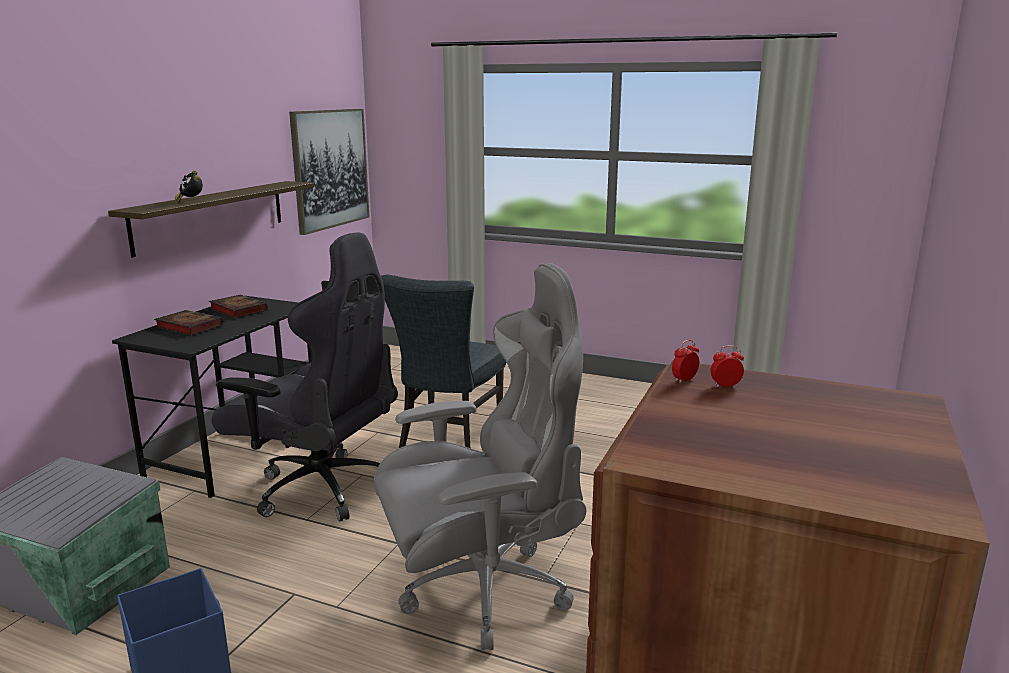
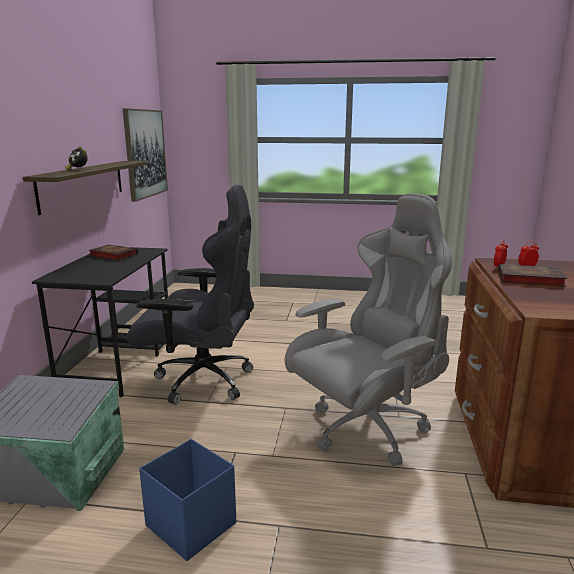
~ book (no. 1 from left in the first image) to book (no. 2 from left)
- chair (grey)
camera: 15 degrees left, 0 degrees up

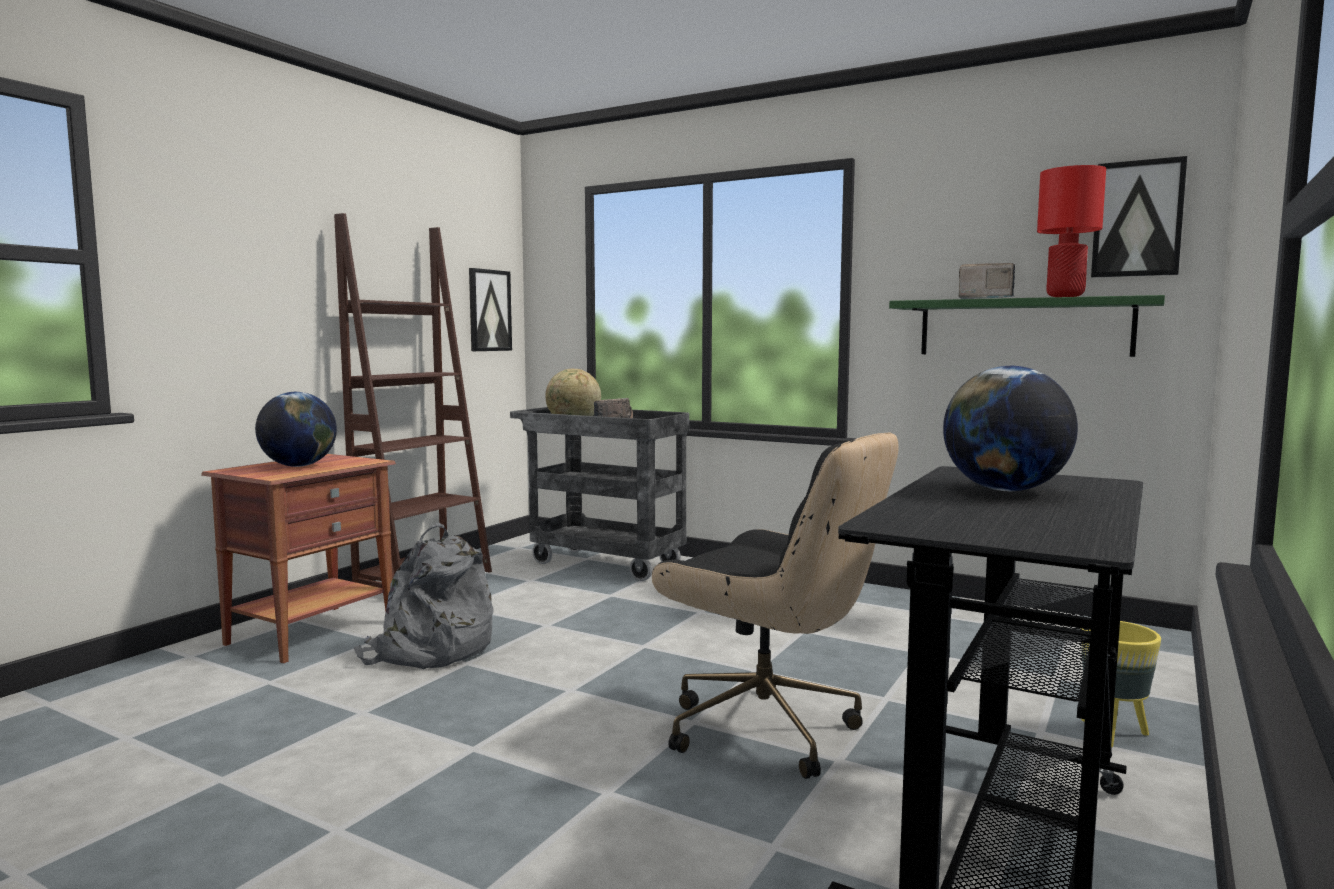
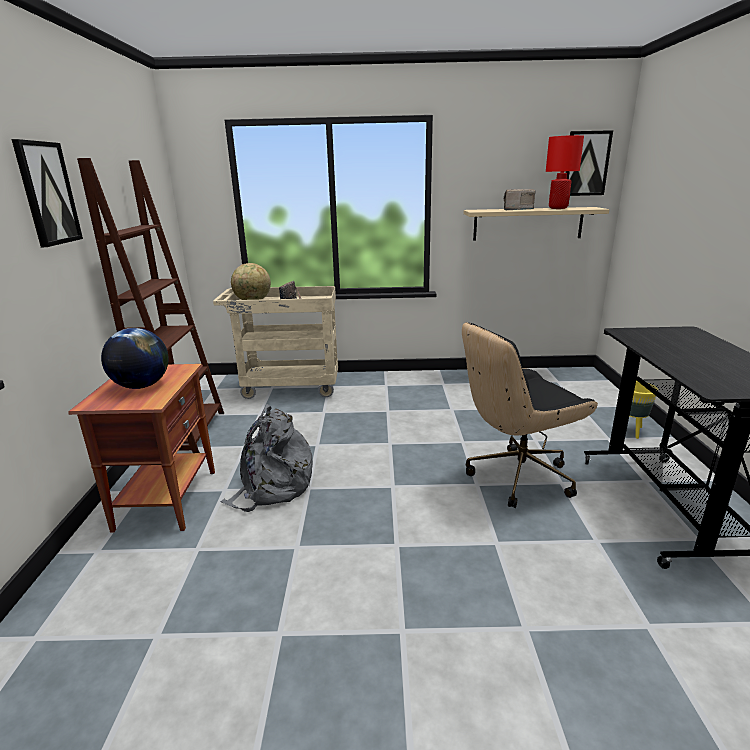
~ picture (no. 1 from left)
~ cart (black) to cart (beige)
~ office chair (black) 150 degrees clockwise
~ shelf (green) to shelf (beige)
- globe (no. 3 from left)
camera: 30 degrees left, 15 degrees up

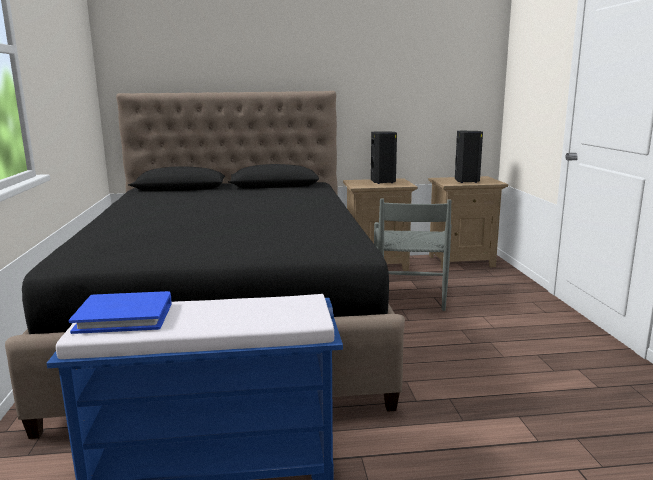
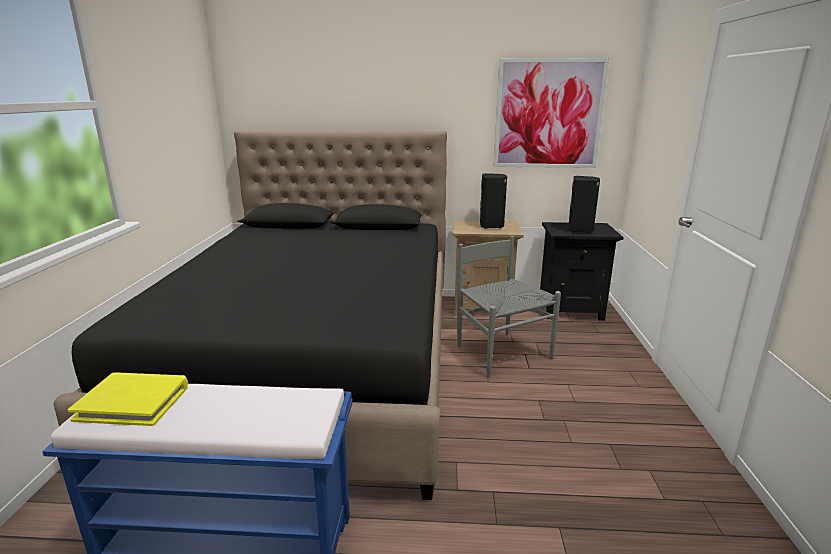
~ book (blue) to book (yellow)
~ chair (grey) 135 degrees clockwise
+ picture
~ nightstand (beige) (no. 2 from left) to nightstand (black)
camera: 10 degrees right, 5 degrees up

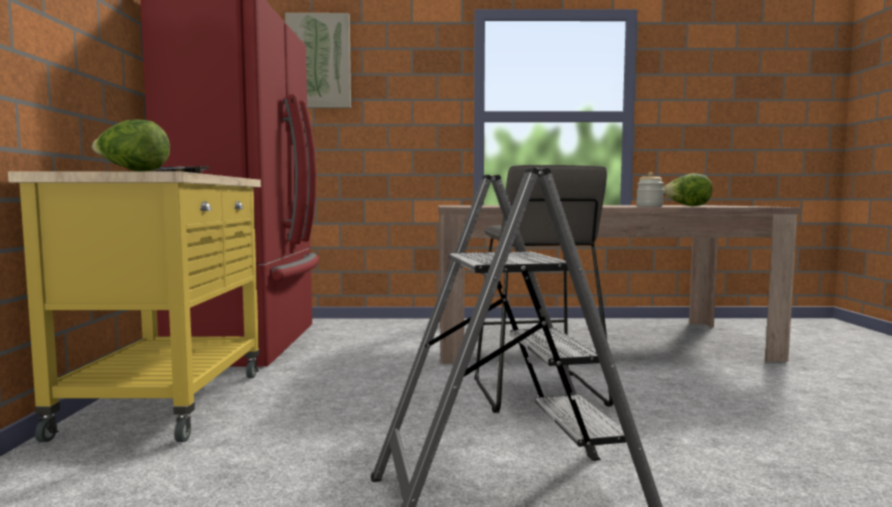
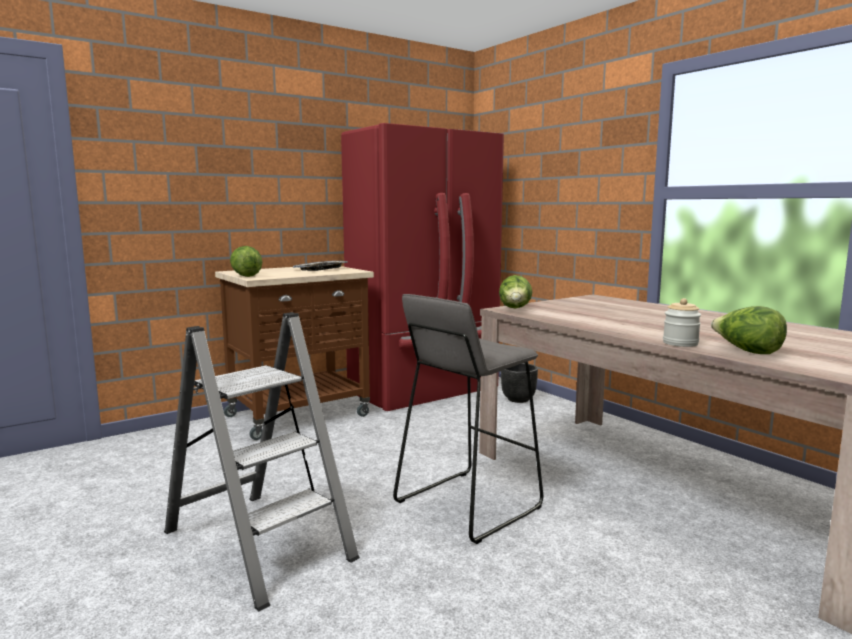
~ cart (yellow) to cart (brown)
+ lettuce (no. 2 from left)
+ planter (black)
- picture
camera: 55 degrees right, 5 degrees up

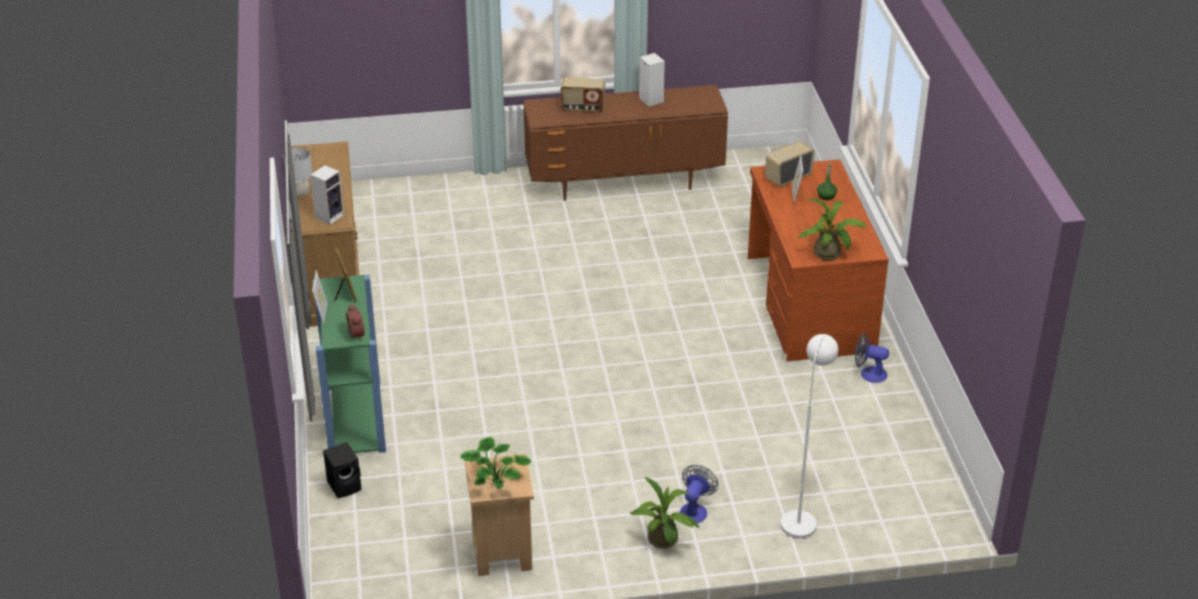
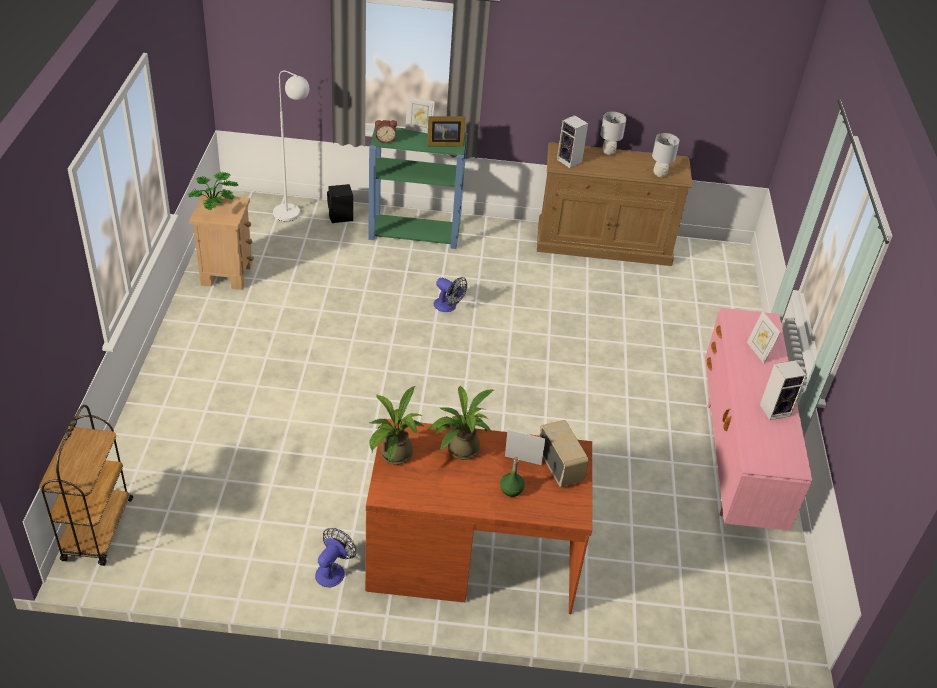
+ cart (brown)
~ floor lamp (white)
~ potted plant (no. 2 from left in the first image) to potted plant (no. 3 from left)
~ fan (no. 1 from left in the first image) to fan (no. 2 from left)
+ table lamp (grey) (no. 2 from left)
~ dresser (brown) to dresser (pink)
~ radio (no. 1 from left) to picture frame (no. 4 from left)
camera: 100 degrees right, 5 degrees up

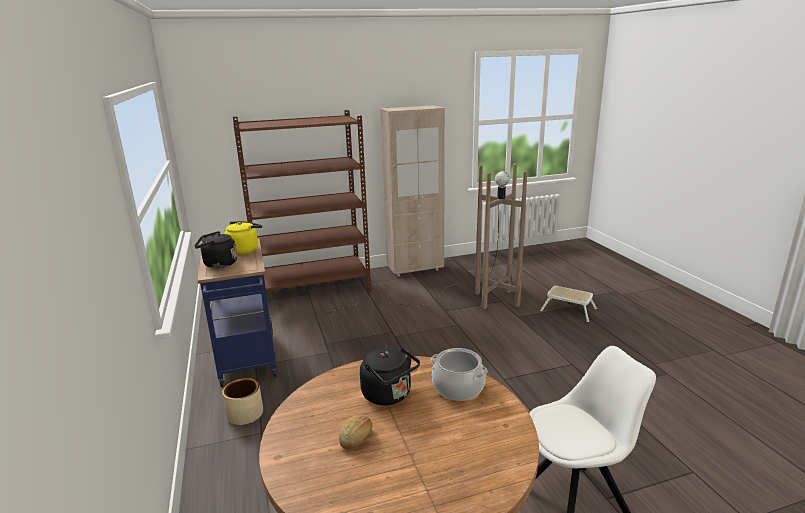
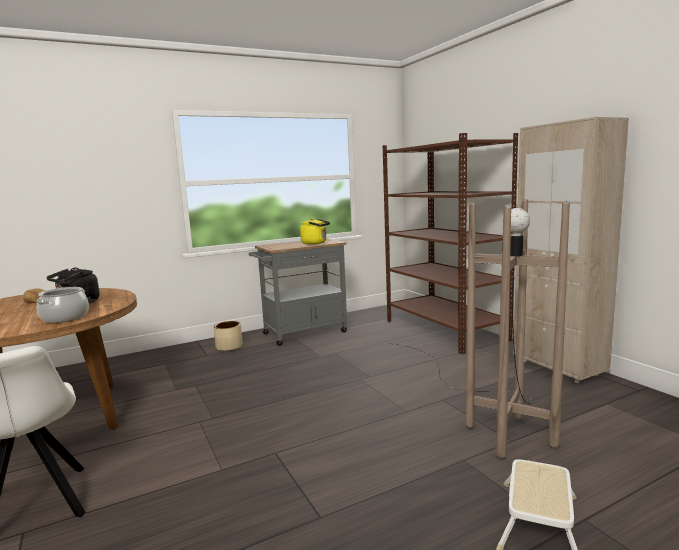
~ cart (blue) to cart (grey)
- kettle (black) (no. 1 from left)
camera: 80 degrees right, 10 degrees down

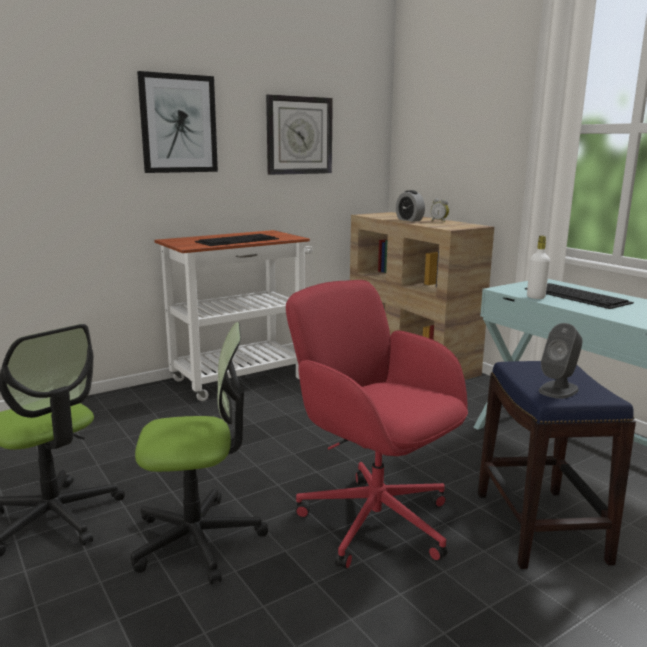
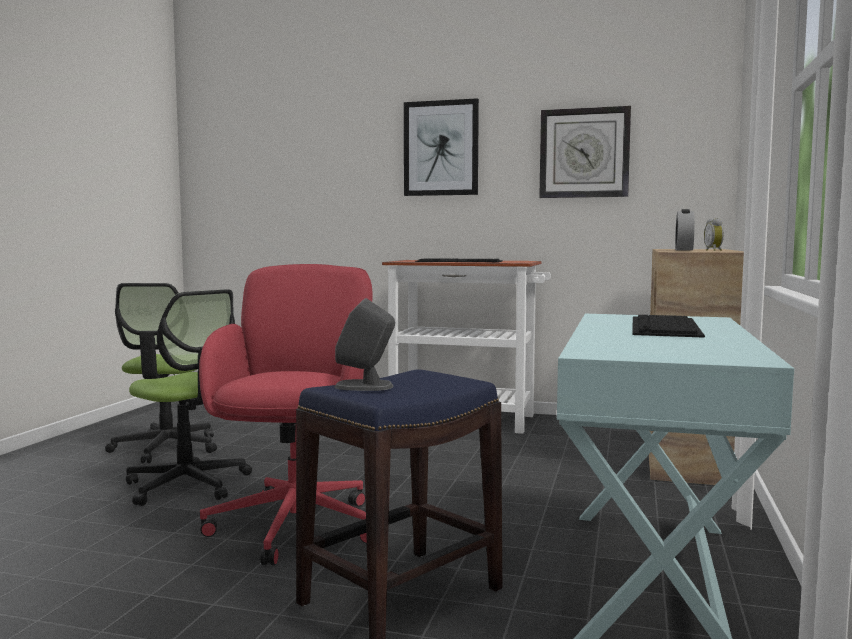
- bottle (white)
camera: 50 degrees right, 10 degrees down

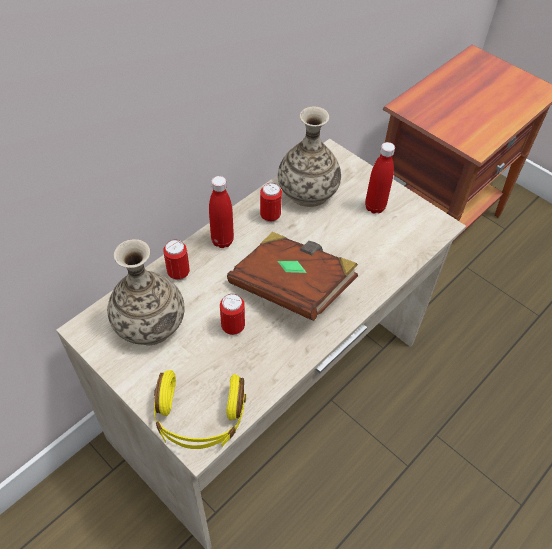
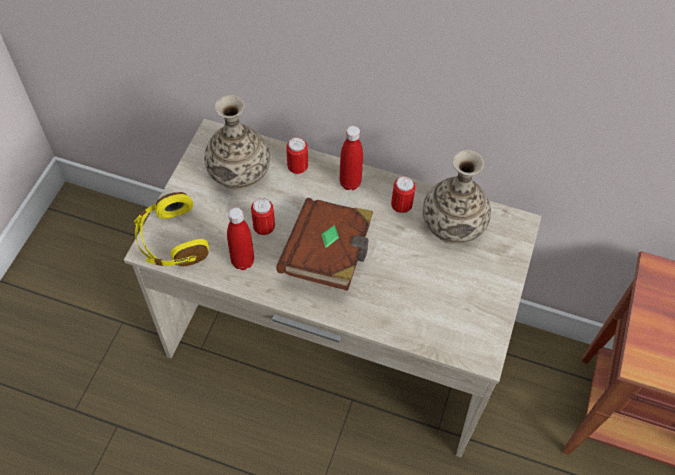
~ bottle (red) (no. 2 from left in the first image) to bottle (red) (no. 1 from left)
camera: 65 degrees right, 5 degrees up

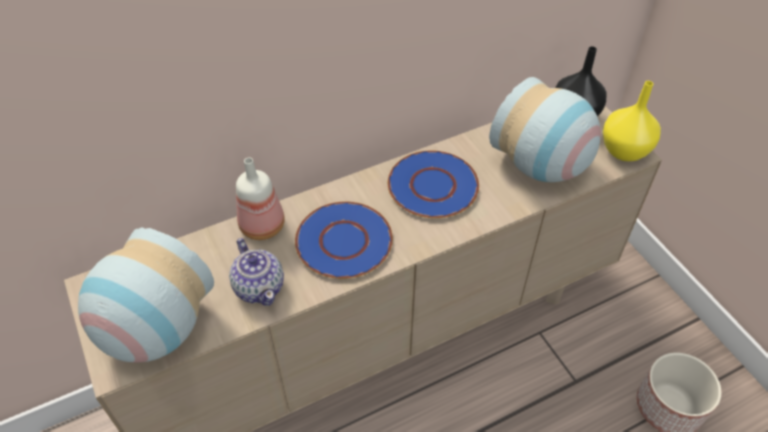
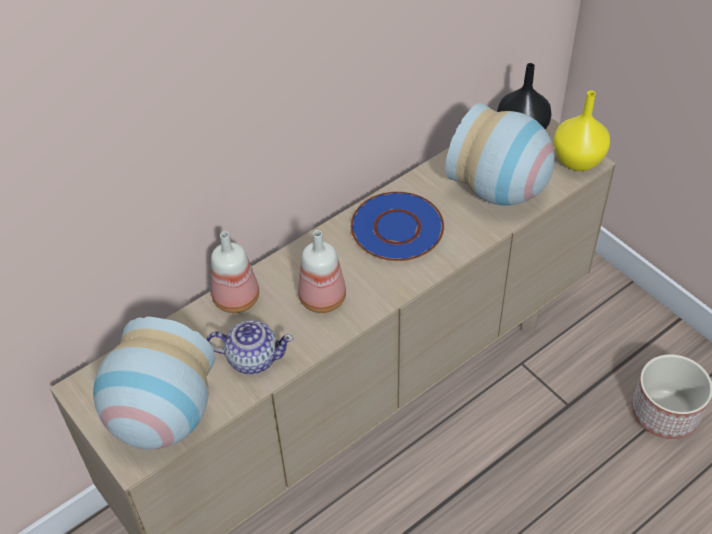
~ teapot 45 degrees counterclockwise
~ plate (blue) (no. 1 from left) to bottle (no. 2 from left)
camera: 10 degrees left, 0 degrees up

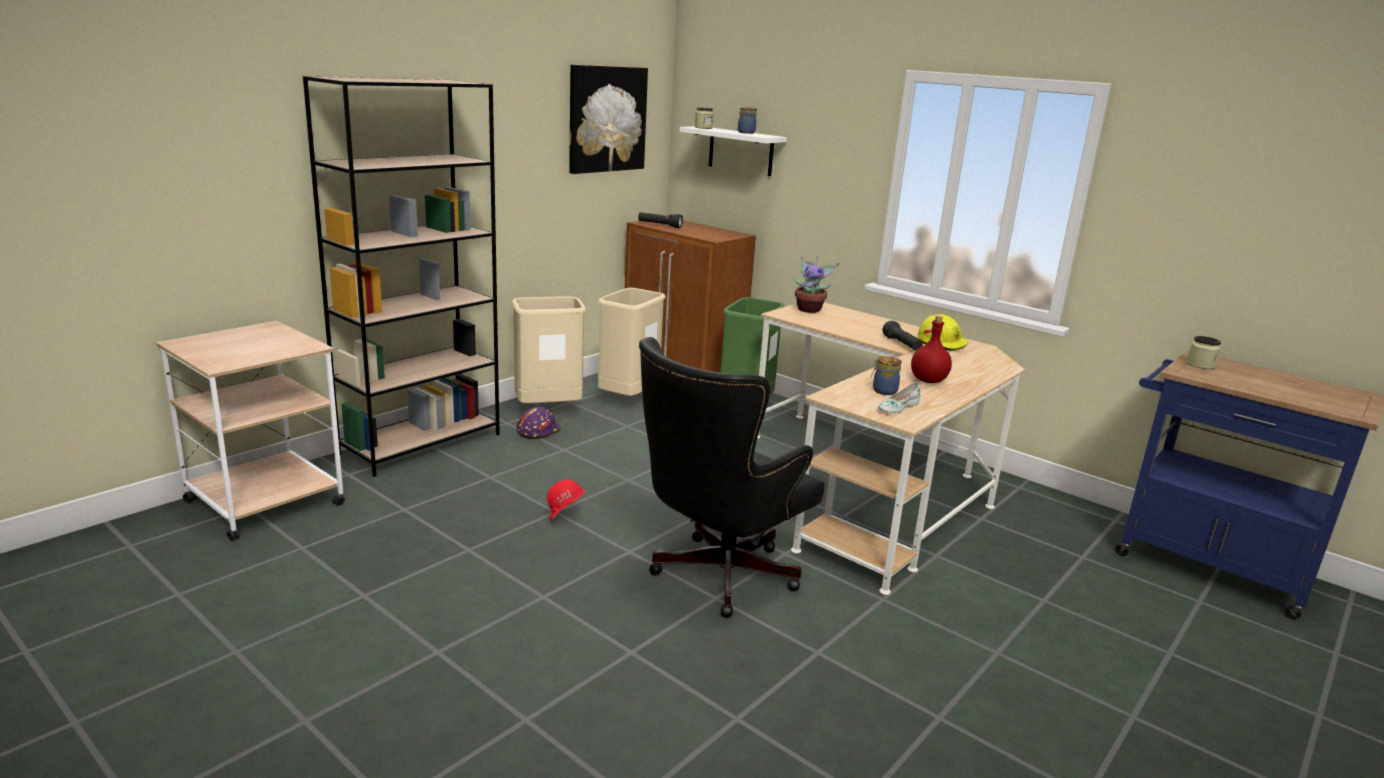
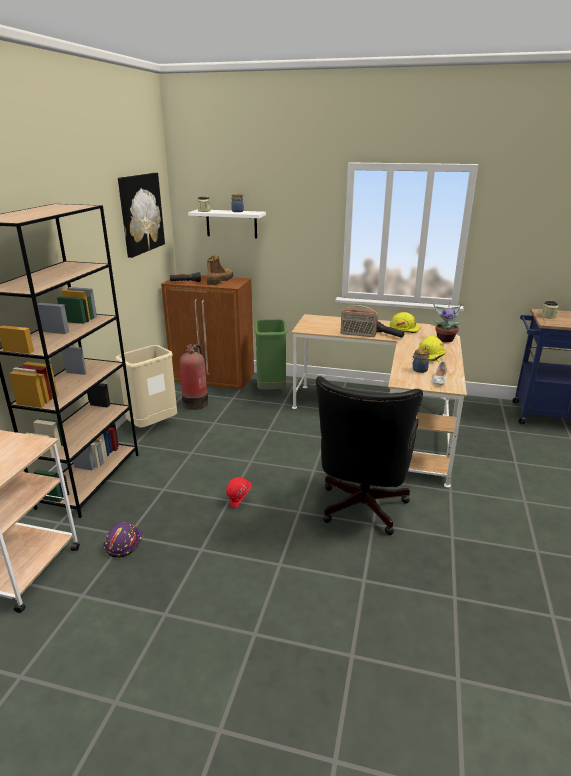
~ hard hat (purple)
~ trash can (beige) (no. 2 from left) to fire extinguisher
+ boot
+ radio
~ bottle (red) to hard hat (yellow) (no. 2 from left)
~ potted plant
camera: 25 degrees left, 5 degrees up

